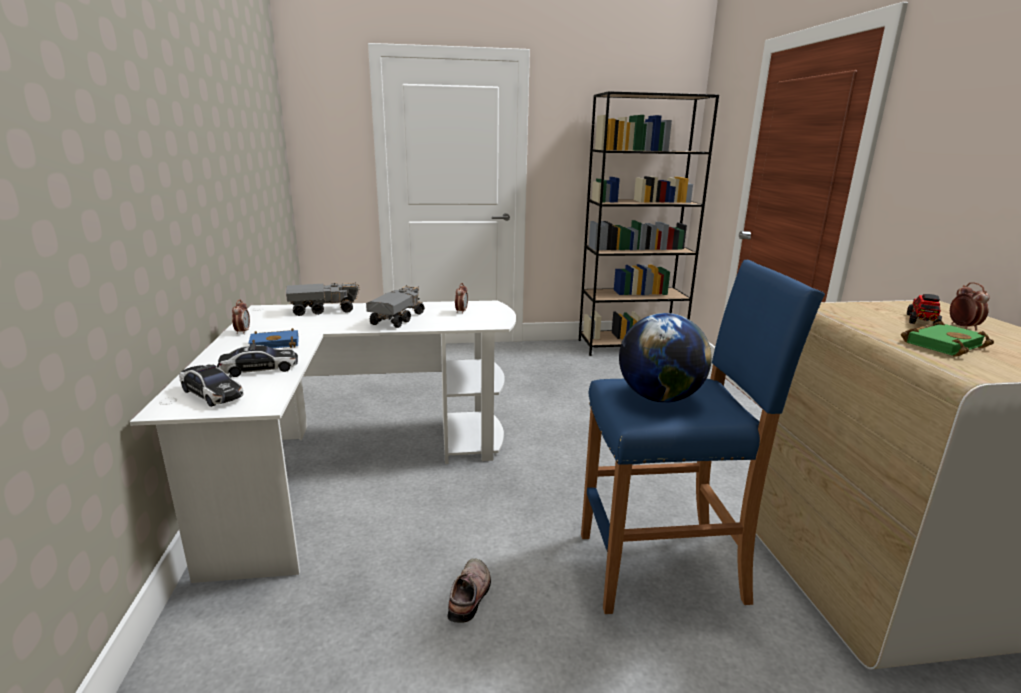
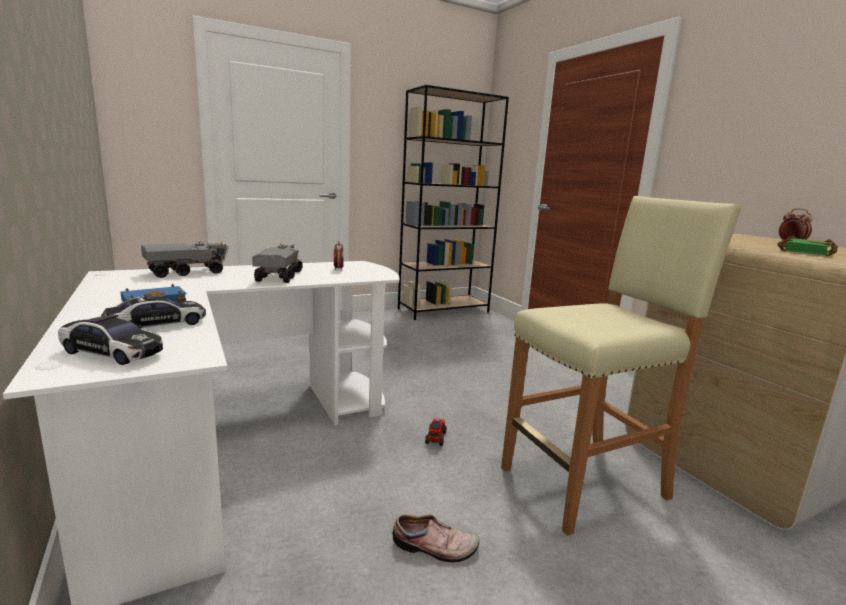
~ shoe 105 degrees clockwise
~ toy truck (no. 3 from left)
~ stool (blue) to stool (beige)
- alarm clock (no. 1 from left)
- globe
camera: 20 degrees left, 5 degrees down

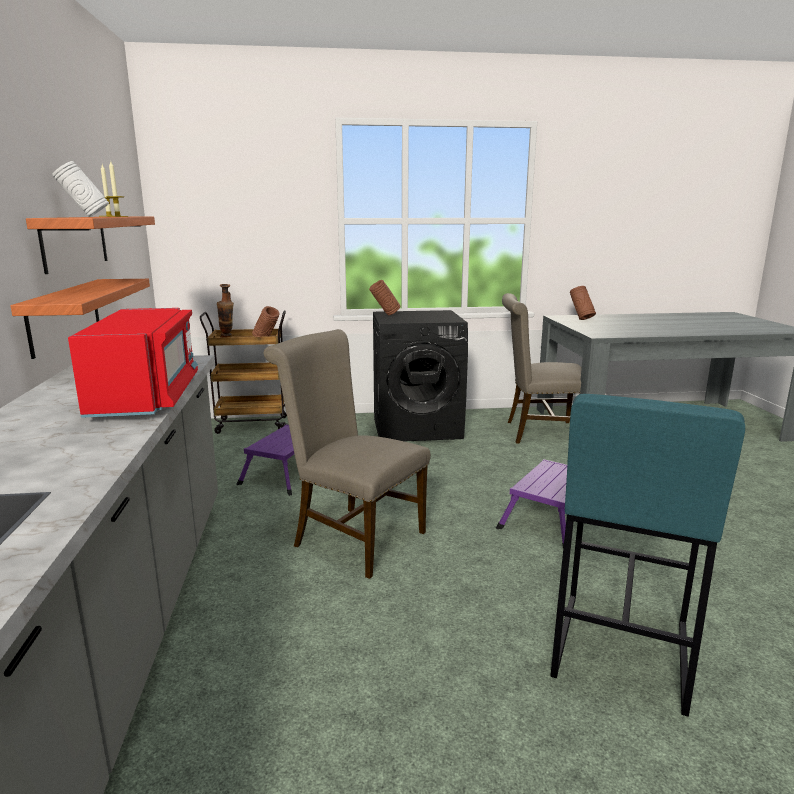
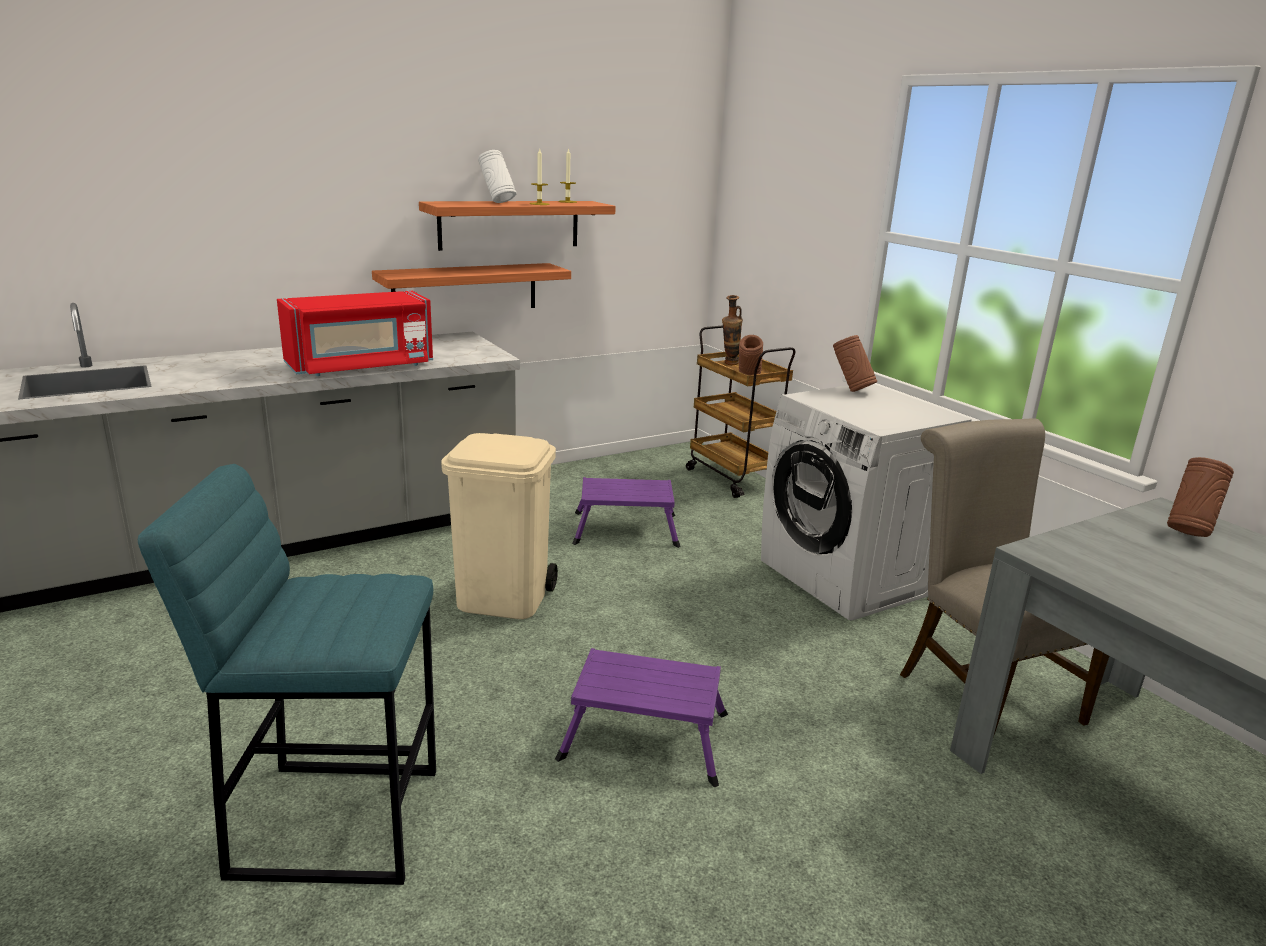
~ chair (beige) (no. 1 from left) to trash can (beige)
~ washing machine (black) to washing machine (white)
camera: 65 degrees right, 5 degrees up

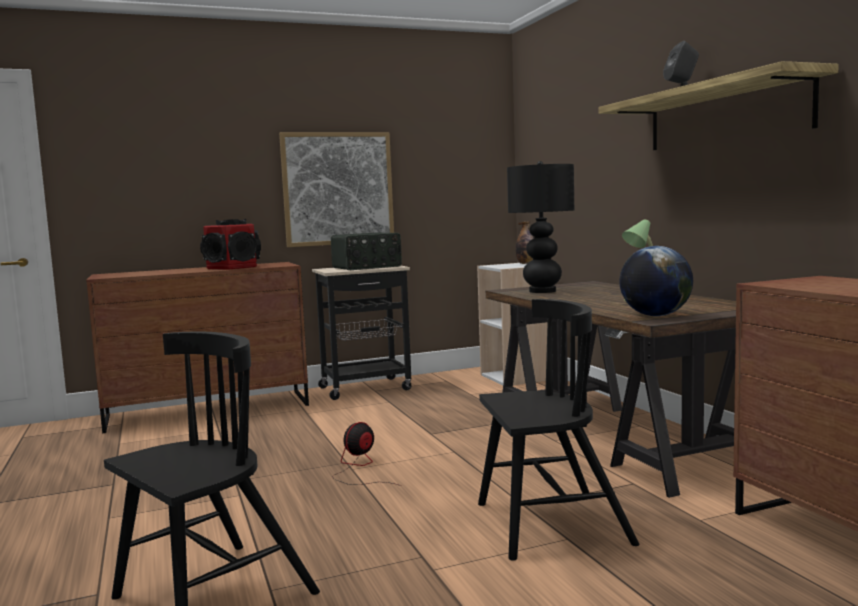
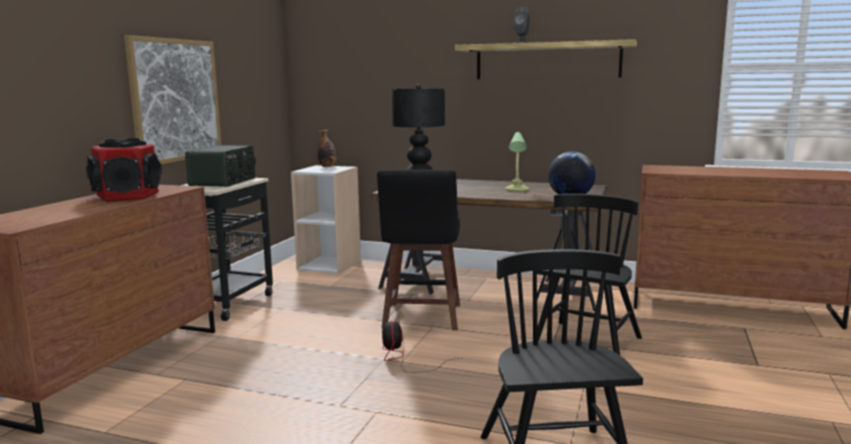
+ stool (black)
camera: 50 degrees left, 5 degrees up

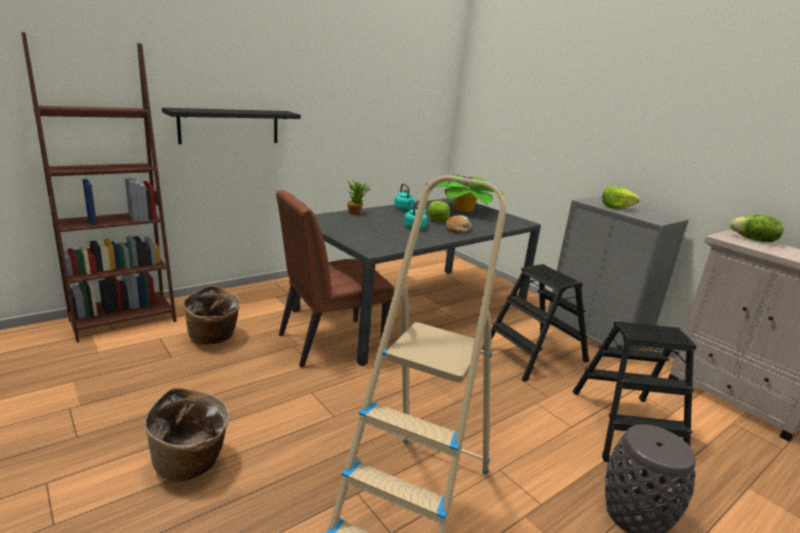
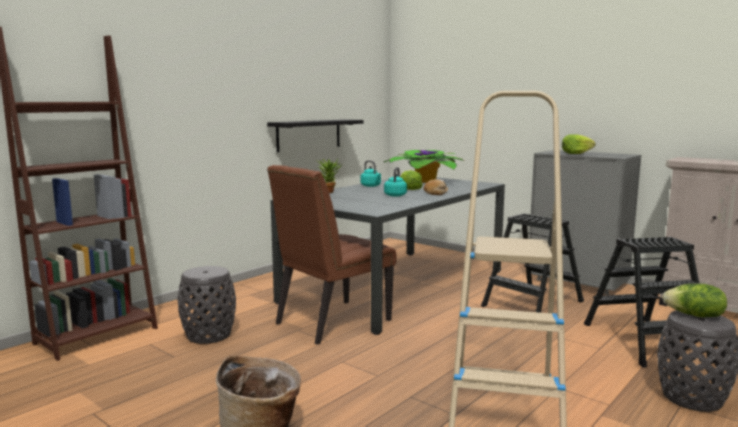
~ basket (no. 2 from left) to stool (grey) (no. 1 from left)
~ shelf (black)
~ lettuce (no. 3 from left)
camera: 10 degrees left, 10 degrees down

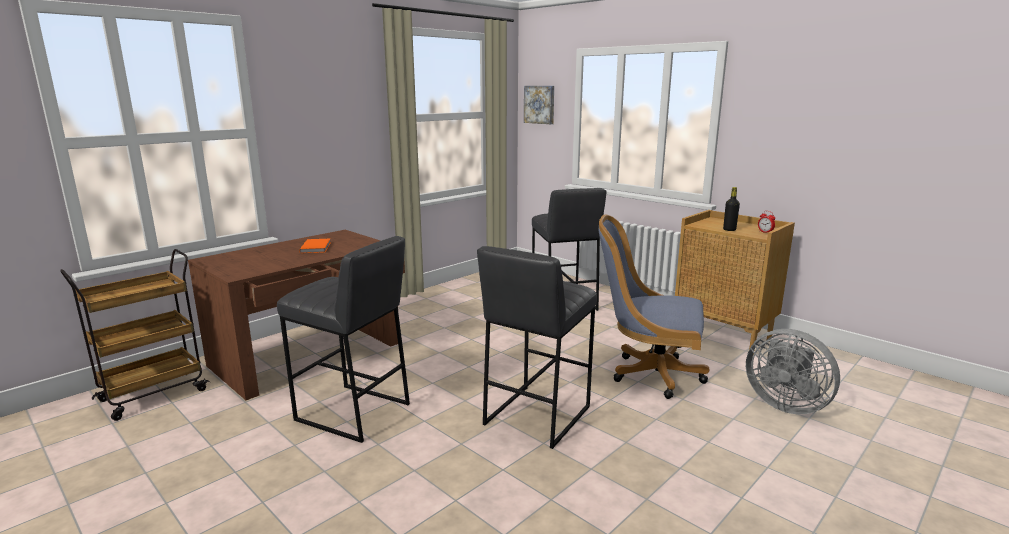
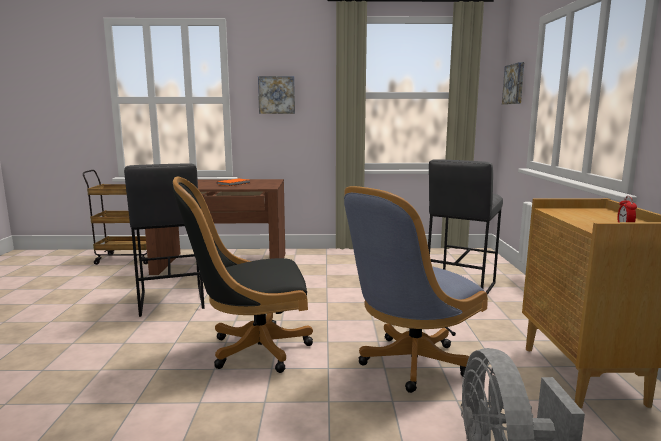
~ stool (grey) (no. 2 from left) to office chair (black)
+ picture (no. 1 from left)
~ office chair (blue) 105 degrees counterclockwise
- bottle (black)
camera: 45 degrees right, 5 degrees down

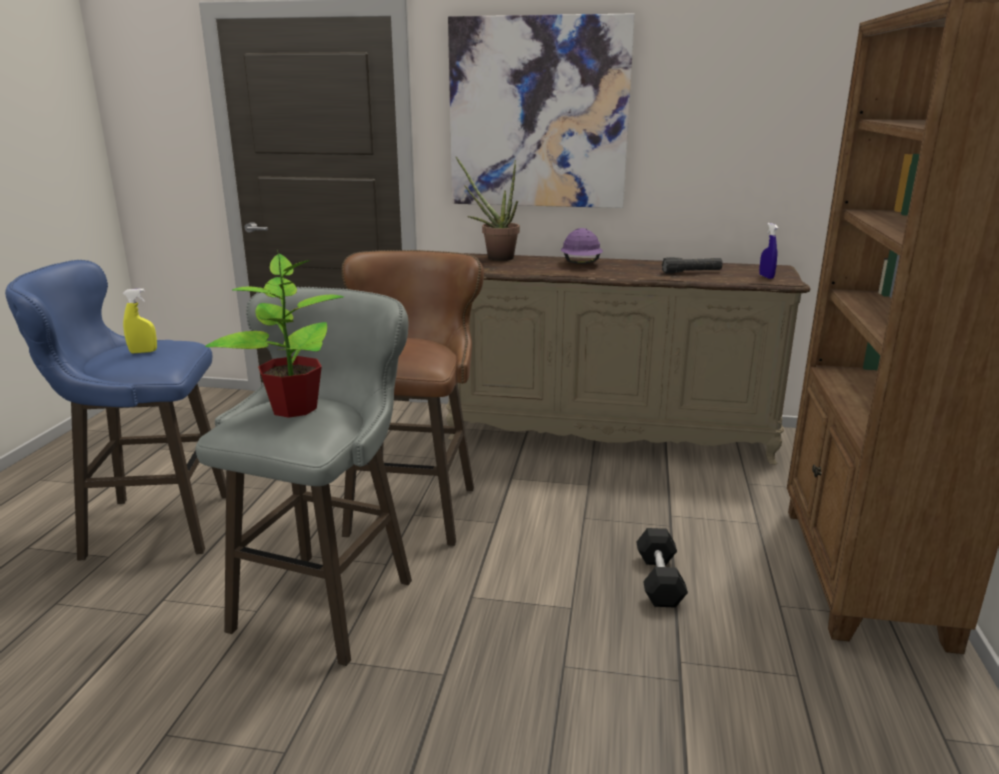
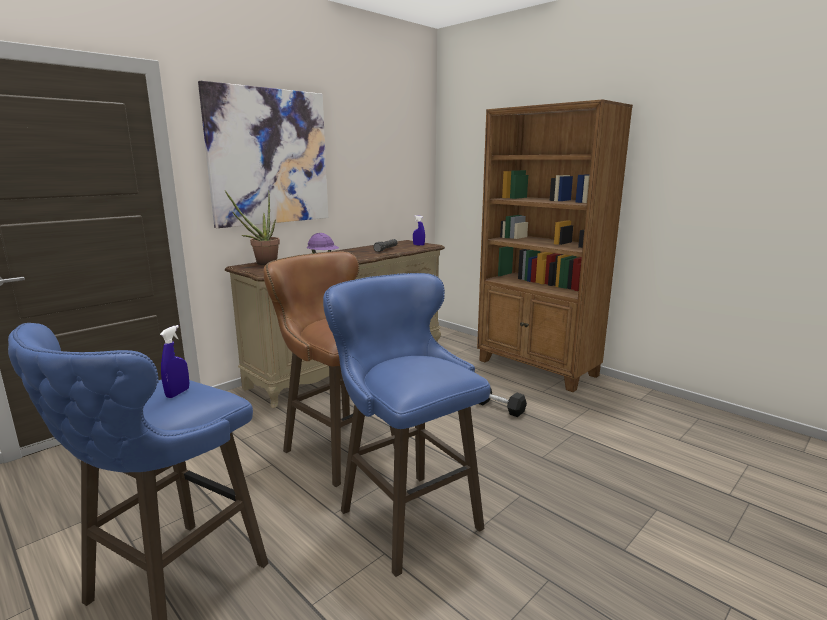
~ spray bottle (yellow) to spray bottle (blue) (no. 1 from left)
~ stool (grey) to stool (blue) (no. 2 from left)
- potted plant (no. 1 from left)
camera: 55 degrees left, 5 degrees down

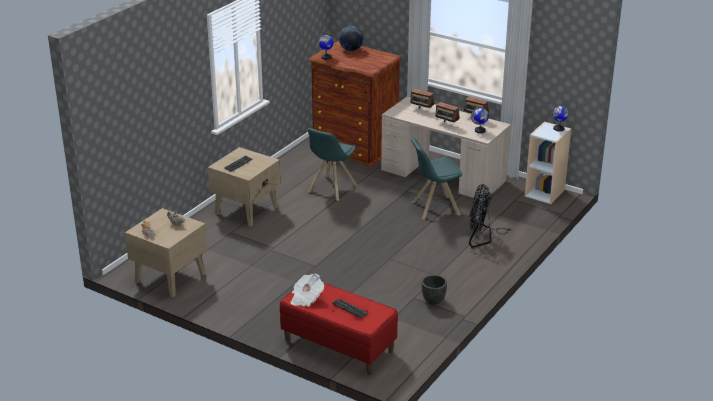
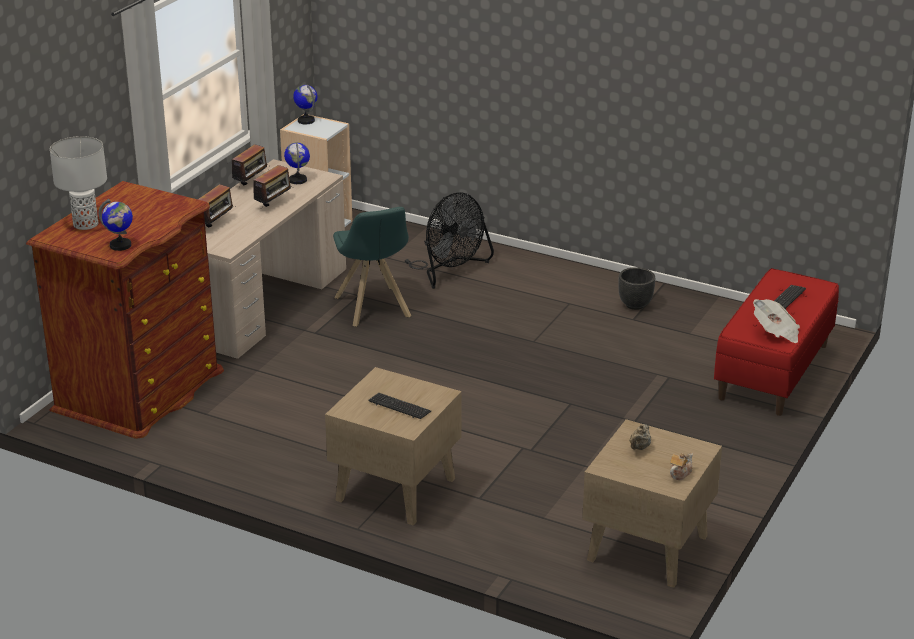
~ globe (no. 2 from left) to table lamp (white)
~ fan (black) 45 degrees counterclockwise
- chair (turquoise) (no. 1 from left)
camera: 95 degrees left, 0 degrees up

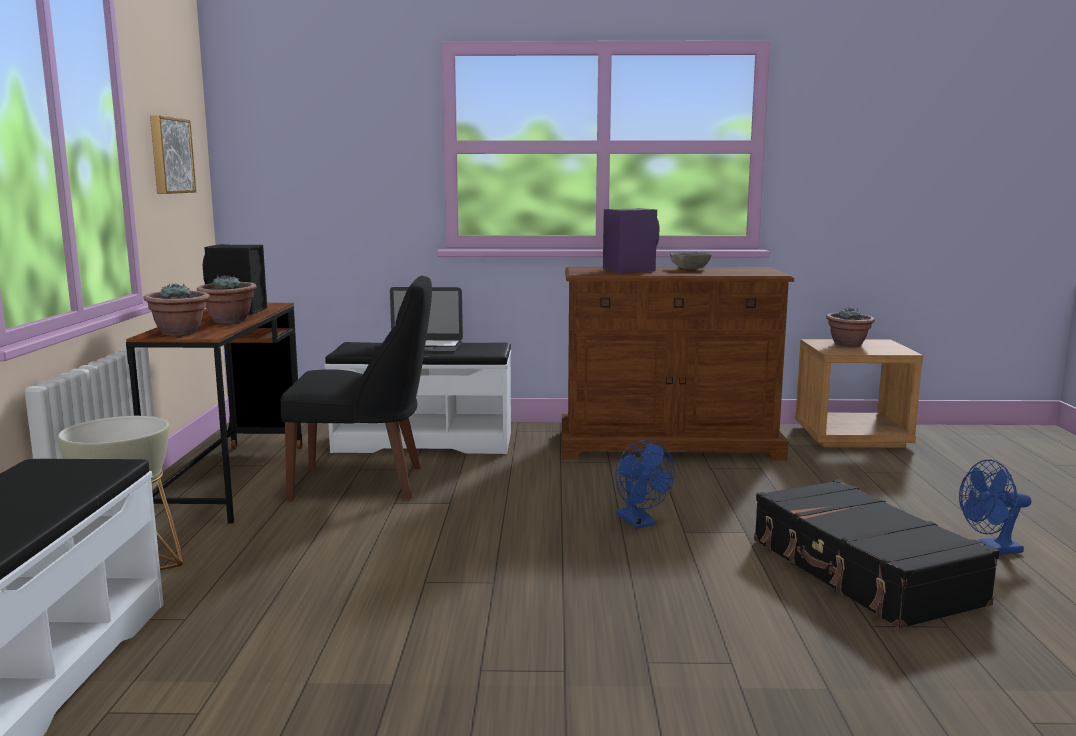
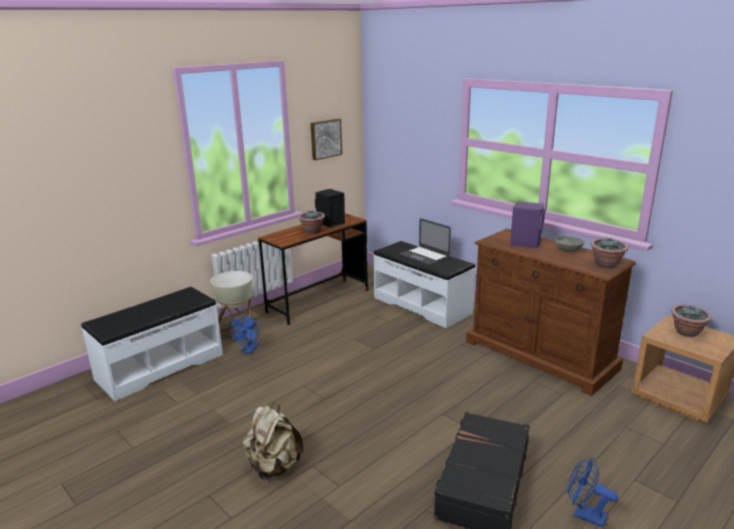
~ fan (blue) (no. 1 from left)
+ backpack (beige)
~ potted plant (no. 1 from left in the first image) to potted plant (no. 2 from left)
- chair (black)
camera: 45 degrees right, 10 degrees up

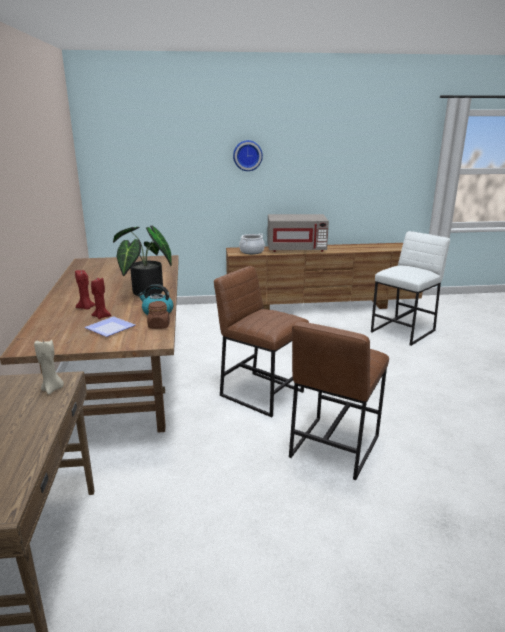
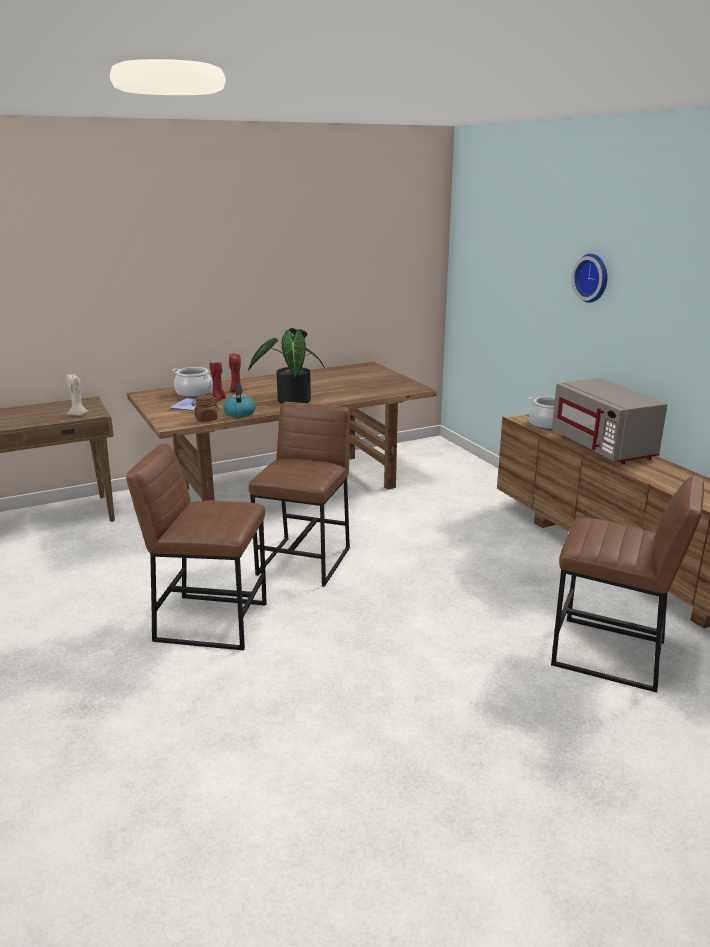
+ cooking pot (no. 1 from left)
~ chair (white) to chair (brown) (no. 3 from left)
camera: 70 degrees right, 0 degrees up

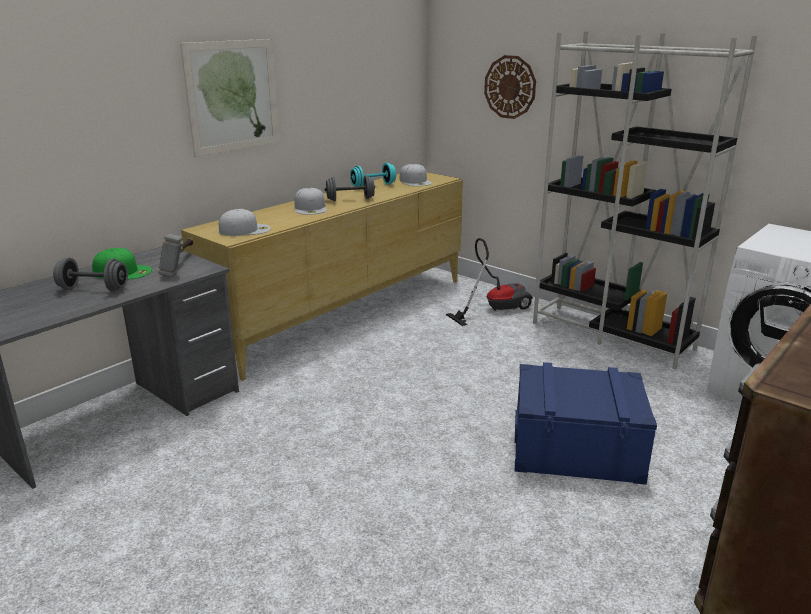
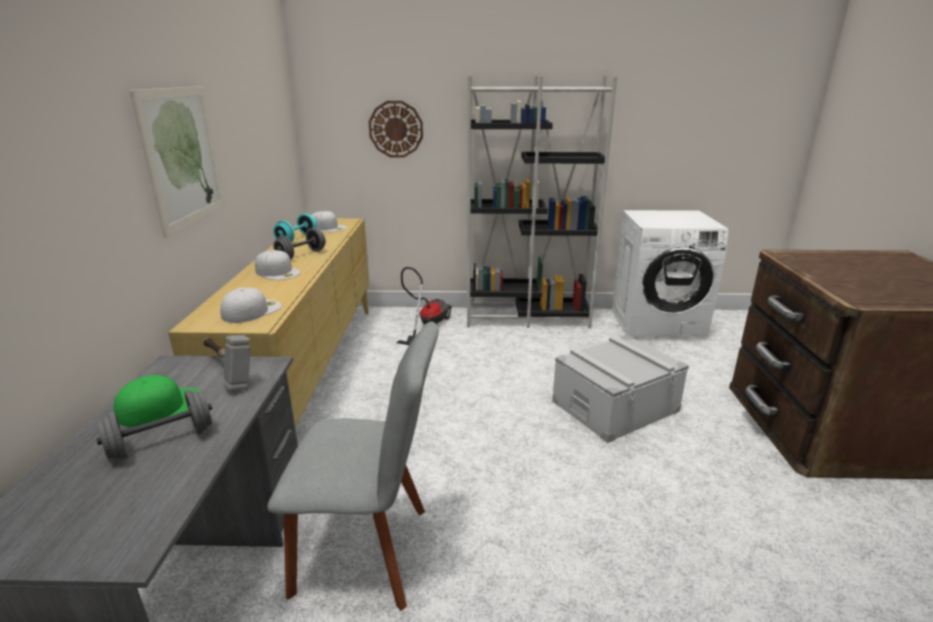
+ chair (grey)
~ storage box (blue) to storage box (grey)
camera: 40 degrees left, 0 degrees up

